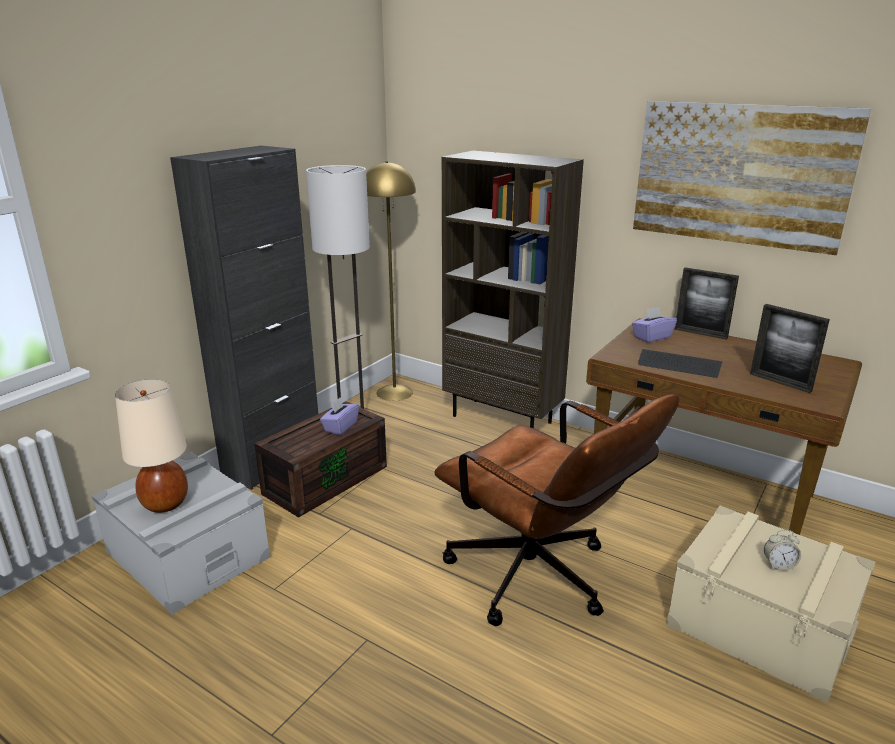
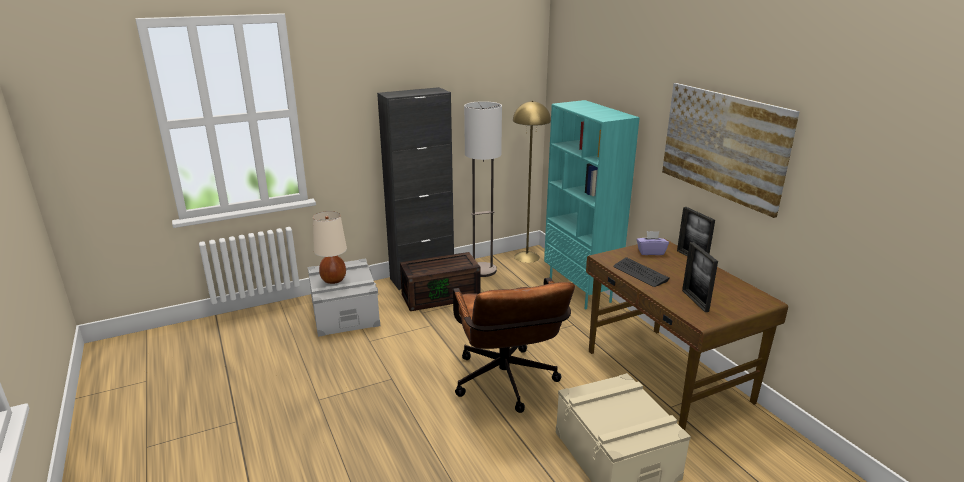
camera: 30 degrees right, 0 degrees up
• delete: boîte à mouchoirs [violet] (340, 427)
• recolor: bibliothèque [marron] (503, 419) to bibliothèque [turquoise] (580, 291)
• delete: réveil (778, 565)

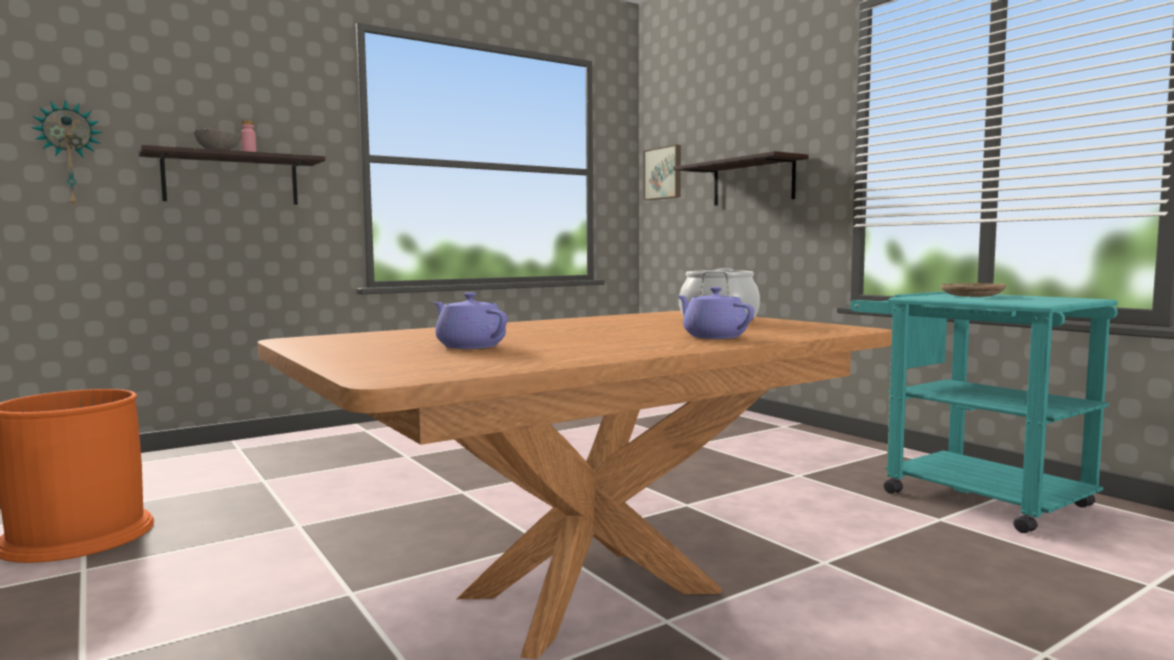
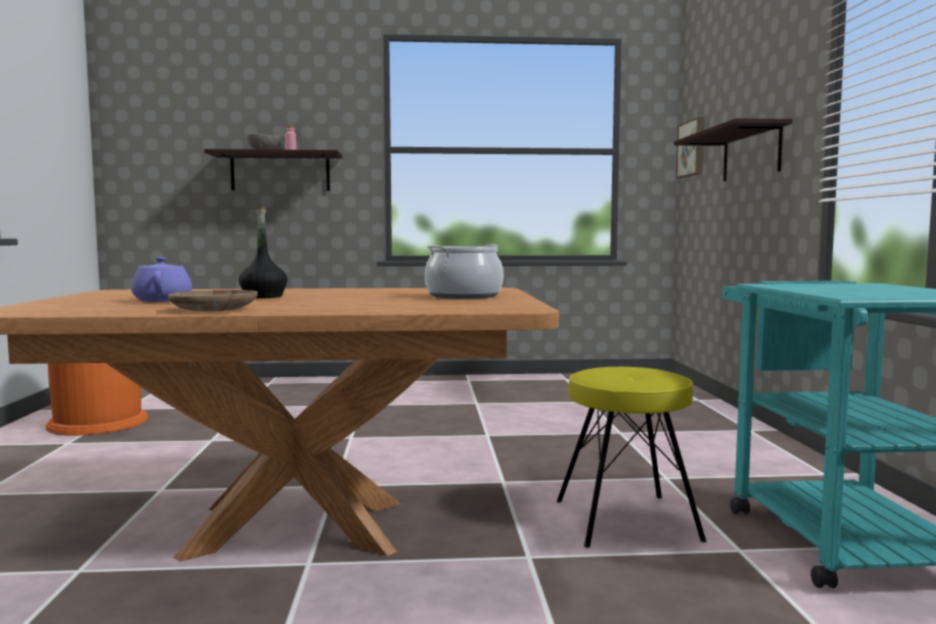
camera: 30 degrees right, 0 degrees up
• delete: horloge murale (69, 154)
• delete: théière [violet] (713, 337)
• move: assiette [beige] (972, 296) to (213, 310)
• insert: bouteille [noir] (264, 296)
• insert: tabouret [jaune] (627, 520)

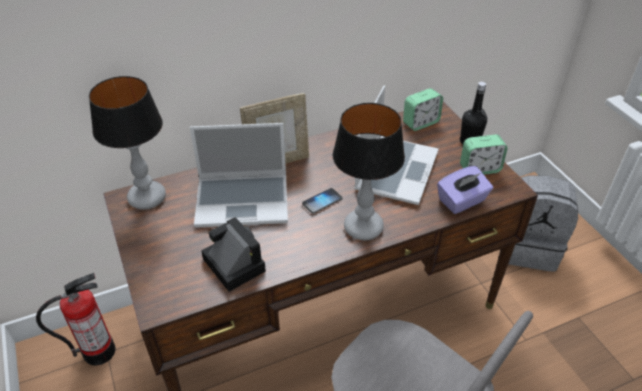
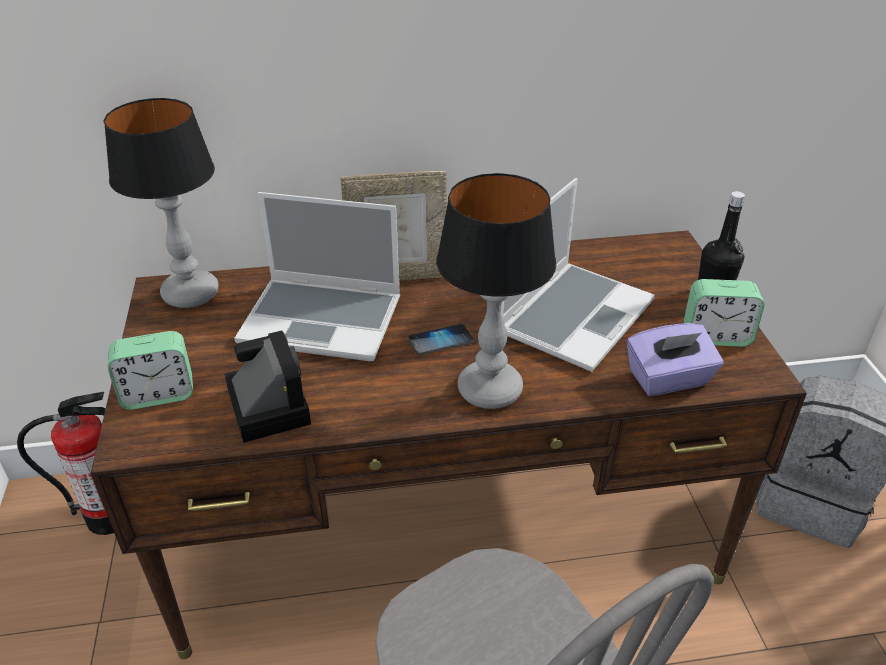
camera: 15 degrees right, 5 degrees down
• move: réveil (420, 123) to (158, 394)

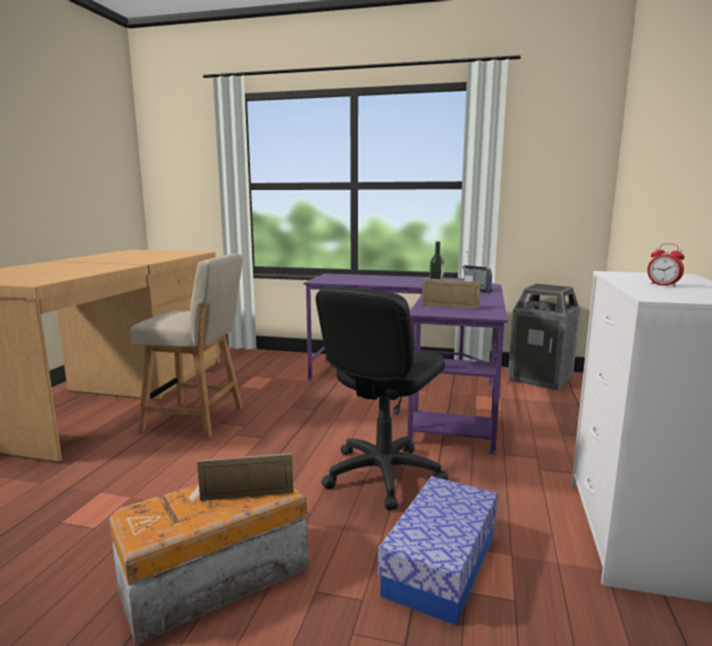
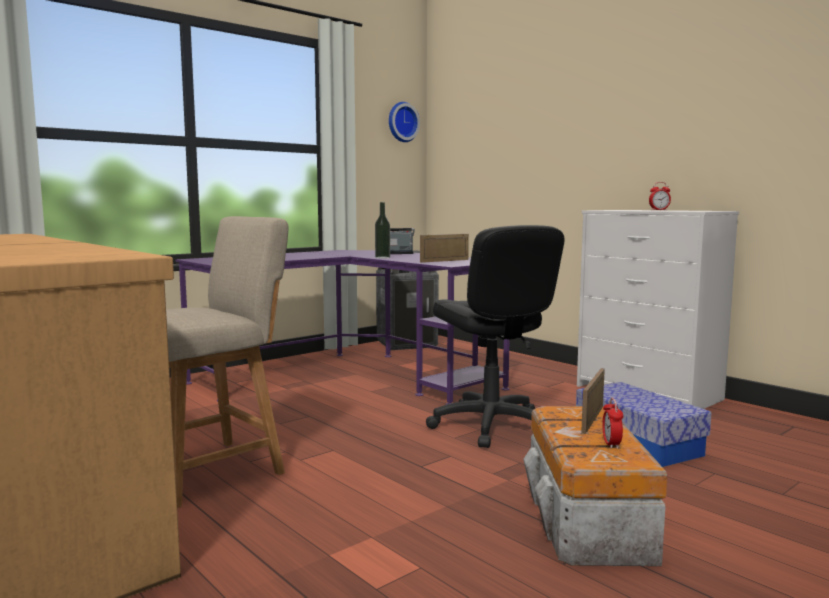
camera: 55 degrees left, 5 degrees down
• insert: horloge murale (401, 122)
• insert: réveil (611, 444)

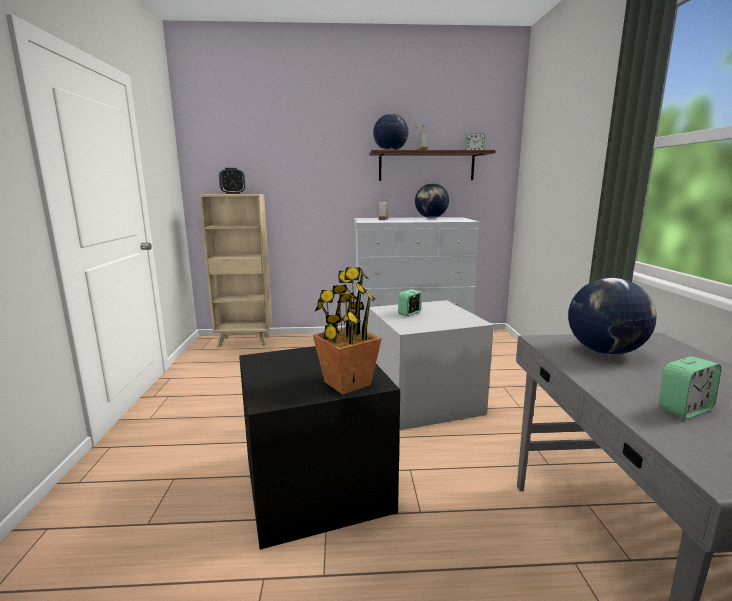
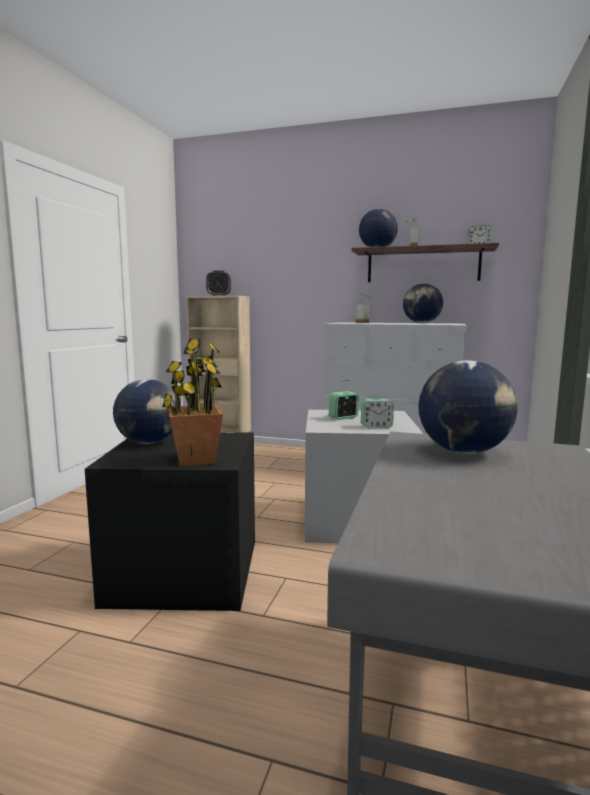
camera: 20 degrees right, 5 degrees down
• move: réveil (684, 409) to (376, 426)
• insert: globe (149, 443)

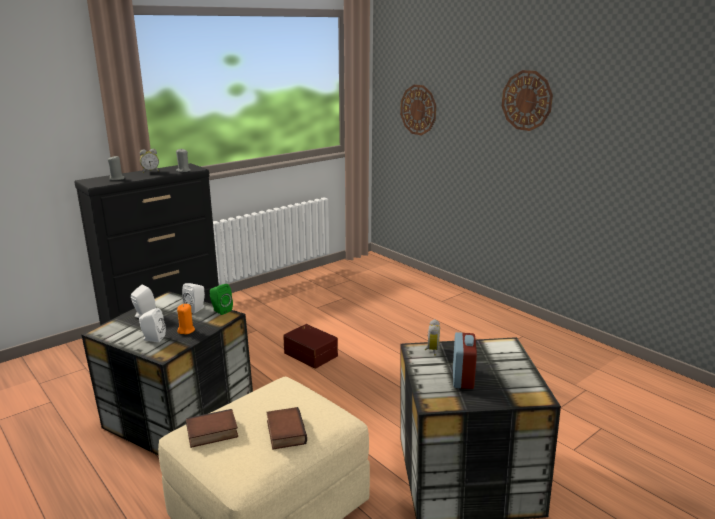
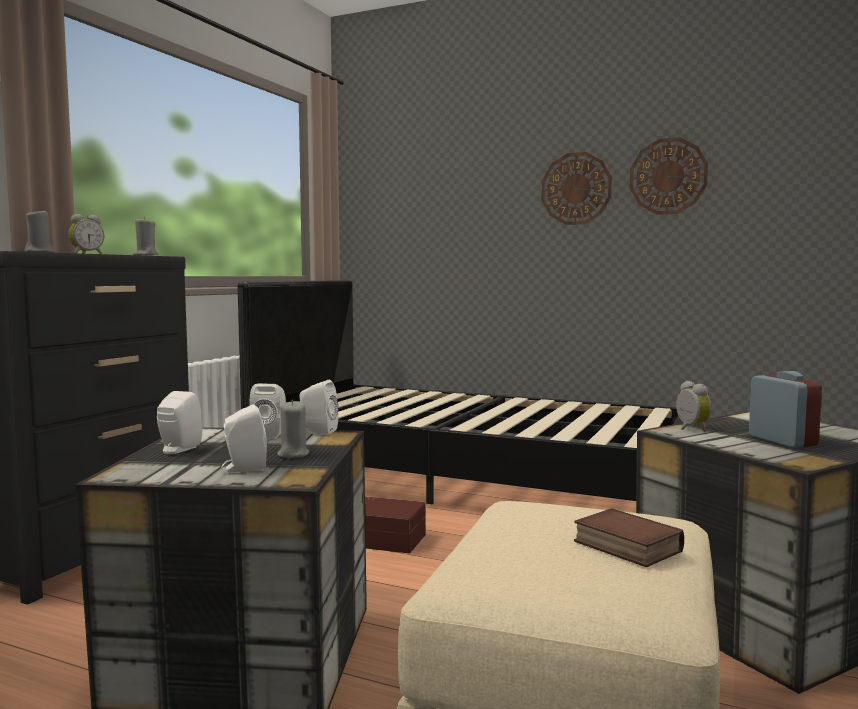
camera: 25 degrees left, 15 degrees down
• recolor: bougie [orange] (186, 330) to bougie [gris] (293, 454)
• delete: livre (211, 433)
• recolor: enceinte [vert] (220, 310) to enceinte [blanc] (317, 432)
• move: horloge murale (418, 110) to (668, 176)
• insert: lit [noir] (468, 480)

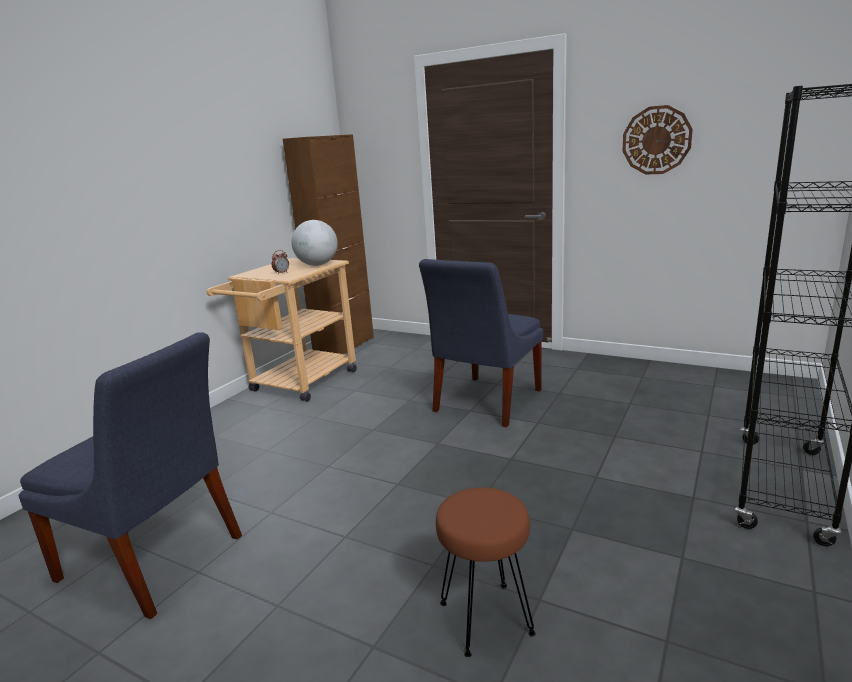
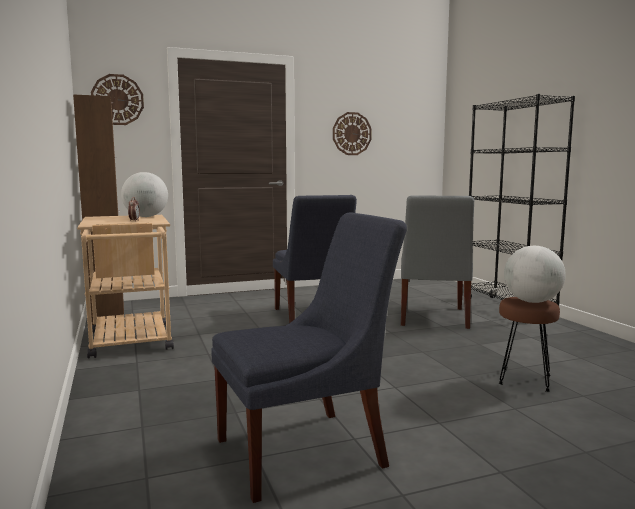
camera: 50 degrees left, 10 degrees down
• insert: horloge murale (117, 99)
• insert: chaise [gris] (432, 318)
• insert: globe (532, 301)

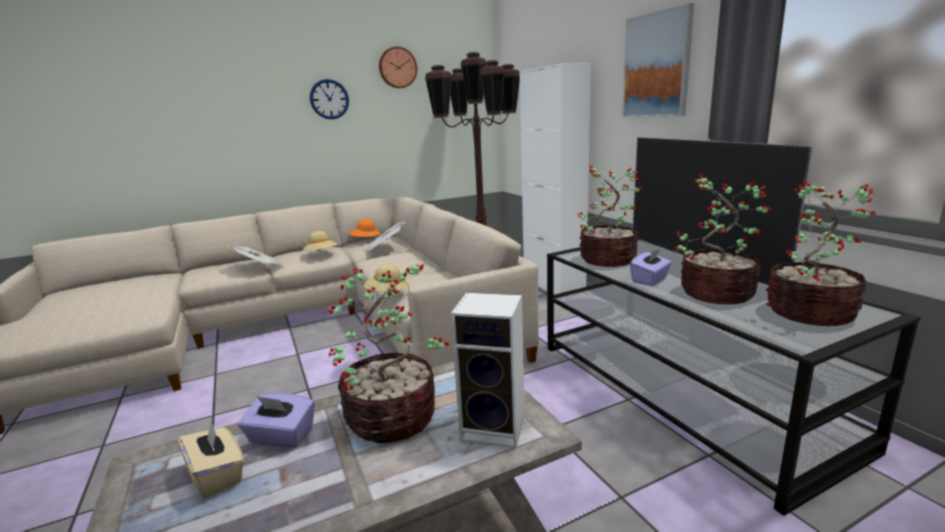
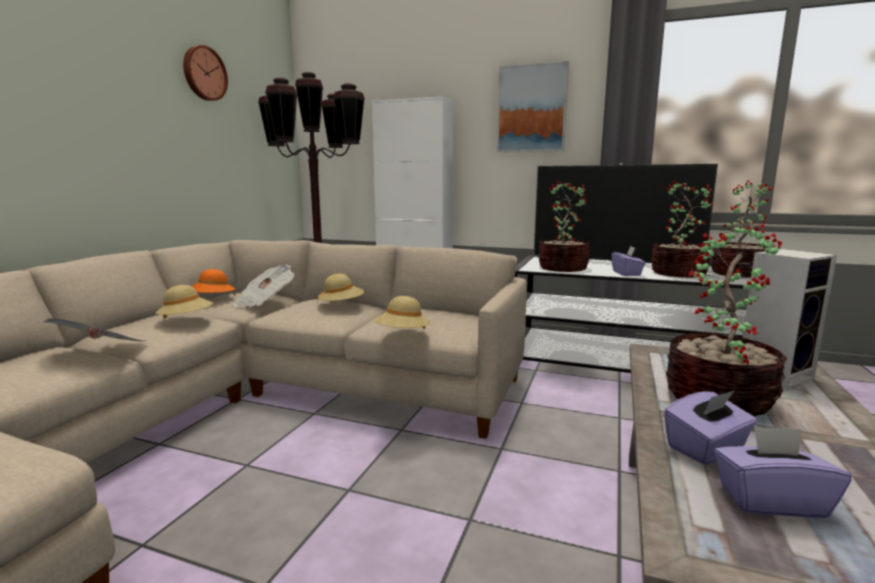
camera: 45 degrees left, 5 degrees down
• recolor: boîte à mouchoirs [beige] (217, 475) to boîte à mouchoirs [violet] (770, 500)
• delete: horloge murale (329, 99)
• insert: chapeau [beige] (341, 305)

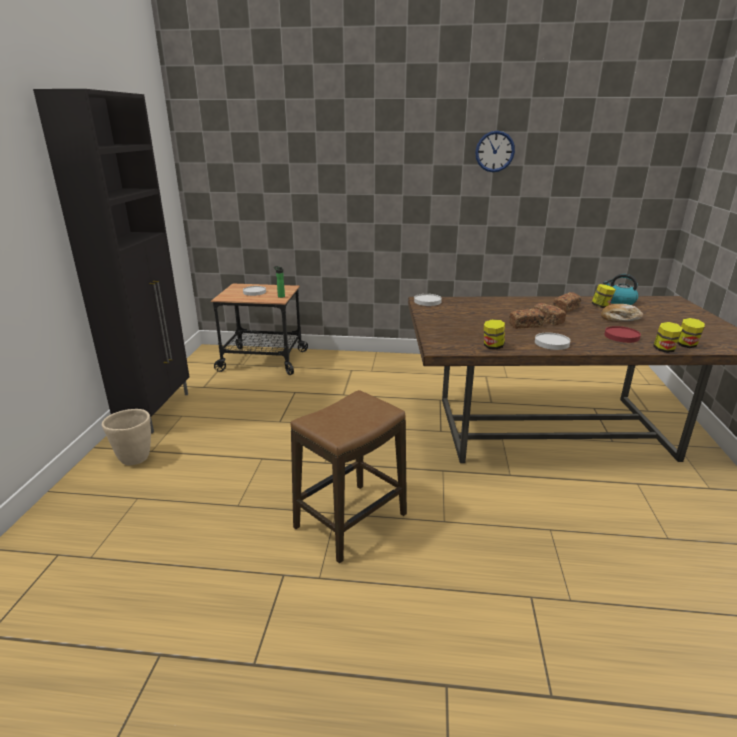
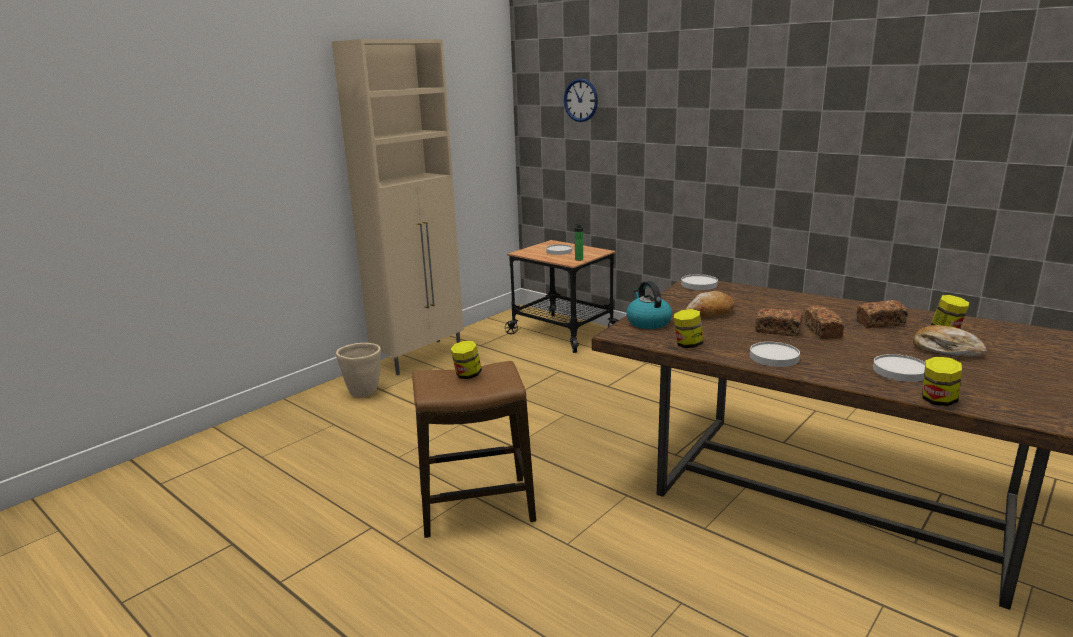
camera: 35 degrees right, 5 degrees down
• recolor: meuble de rangement [noir] (157, 411) to meuble de rangement [beige] (420, 357)
• move: horloge murale (494, 151) to (581, 100)
• move: bouilloire (619, 302) to (648, 322)
• recolor: assiette [rouge] (621, 336) to assiette [blanc] (900, 371)
• move: bocal (686, 345) to (467, 375)
• insert: pain (710, 313)

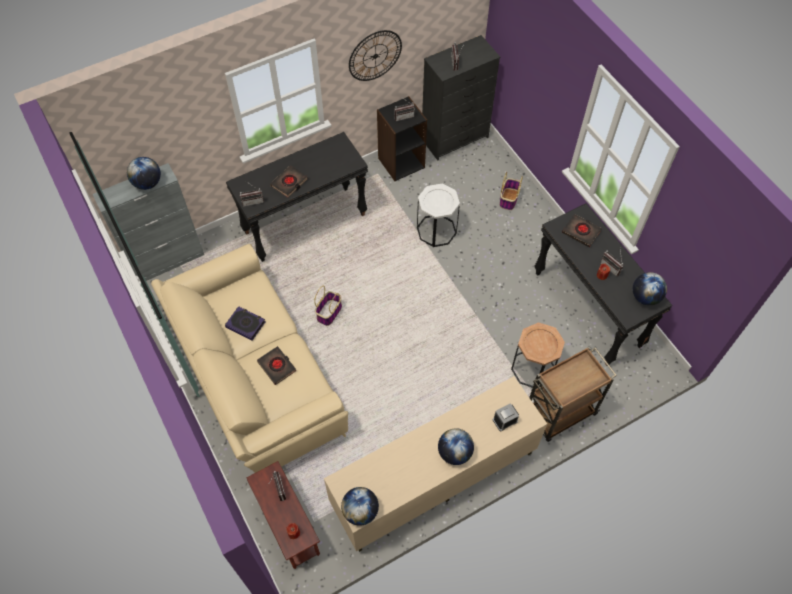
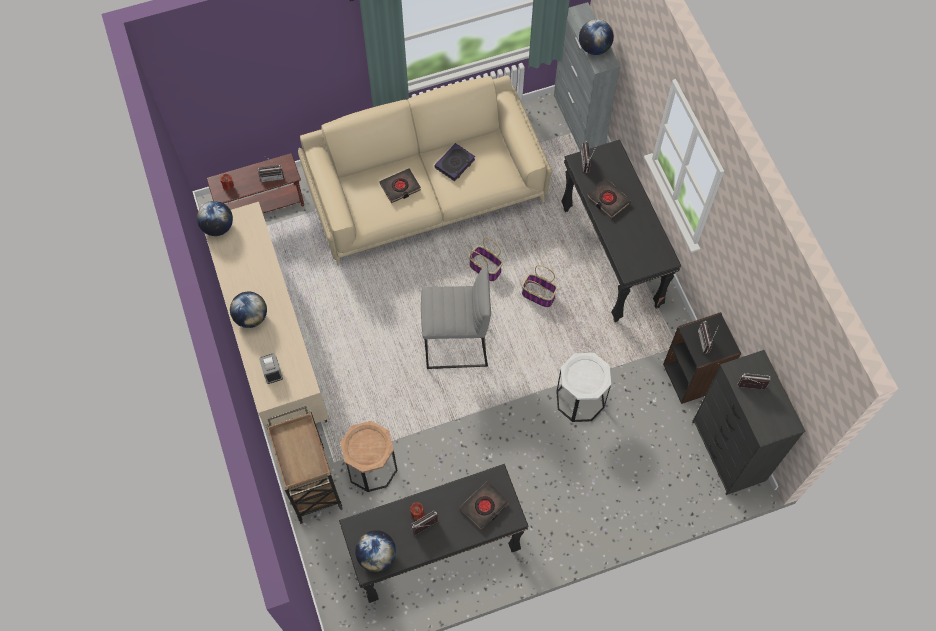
camera: 100 degrees right, 5 degrees up
• delete: horloge murale (375, 56)
• move: panier (509, 199) to (539, 295)
• insert: tabouret [gris] (456, 346)

